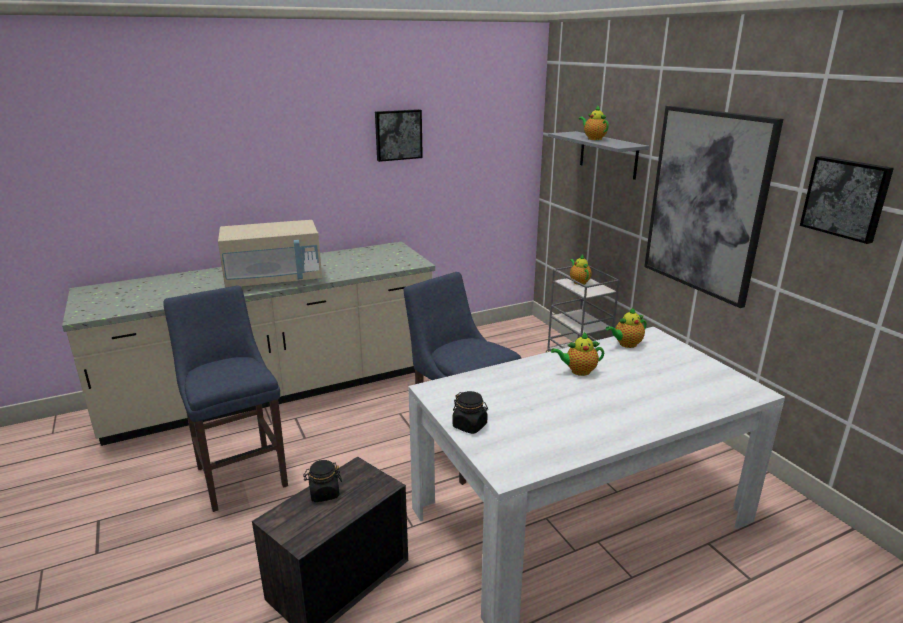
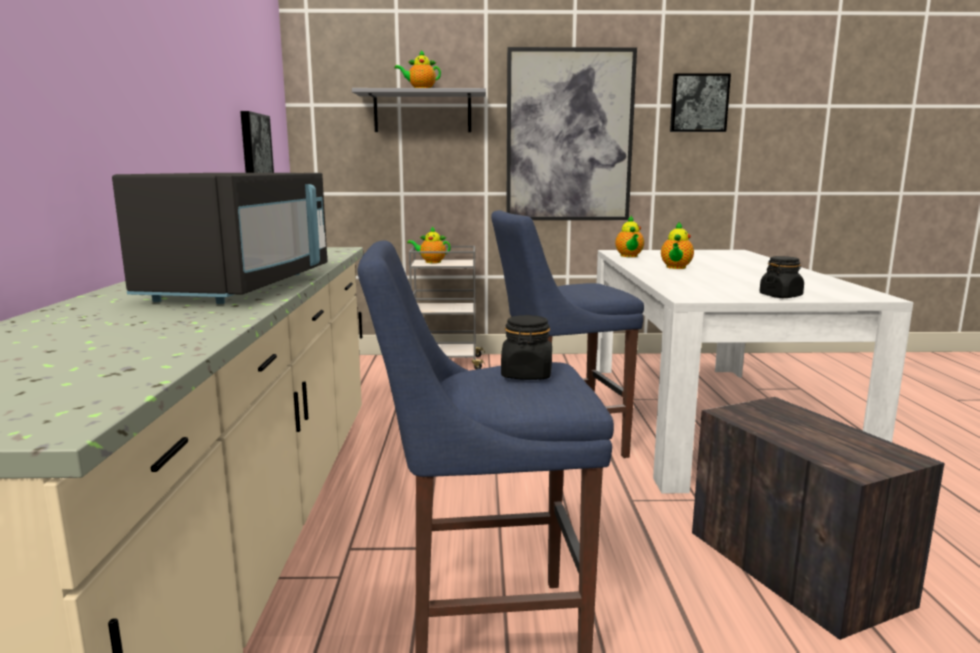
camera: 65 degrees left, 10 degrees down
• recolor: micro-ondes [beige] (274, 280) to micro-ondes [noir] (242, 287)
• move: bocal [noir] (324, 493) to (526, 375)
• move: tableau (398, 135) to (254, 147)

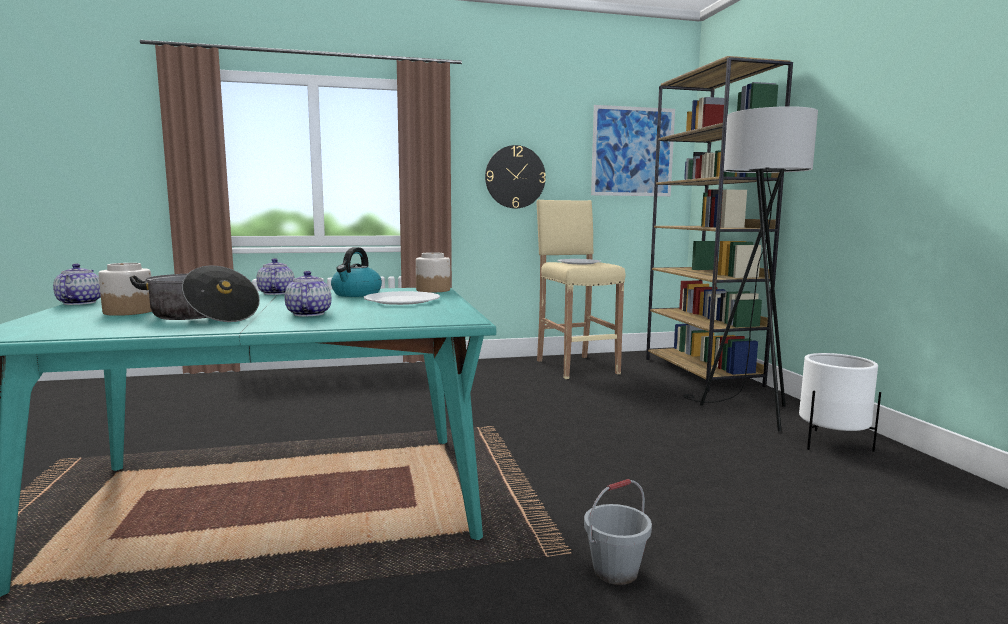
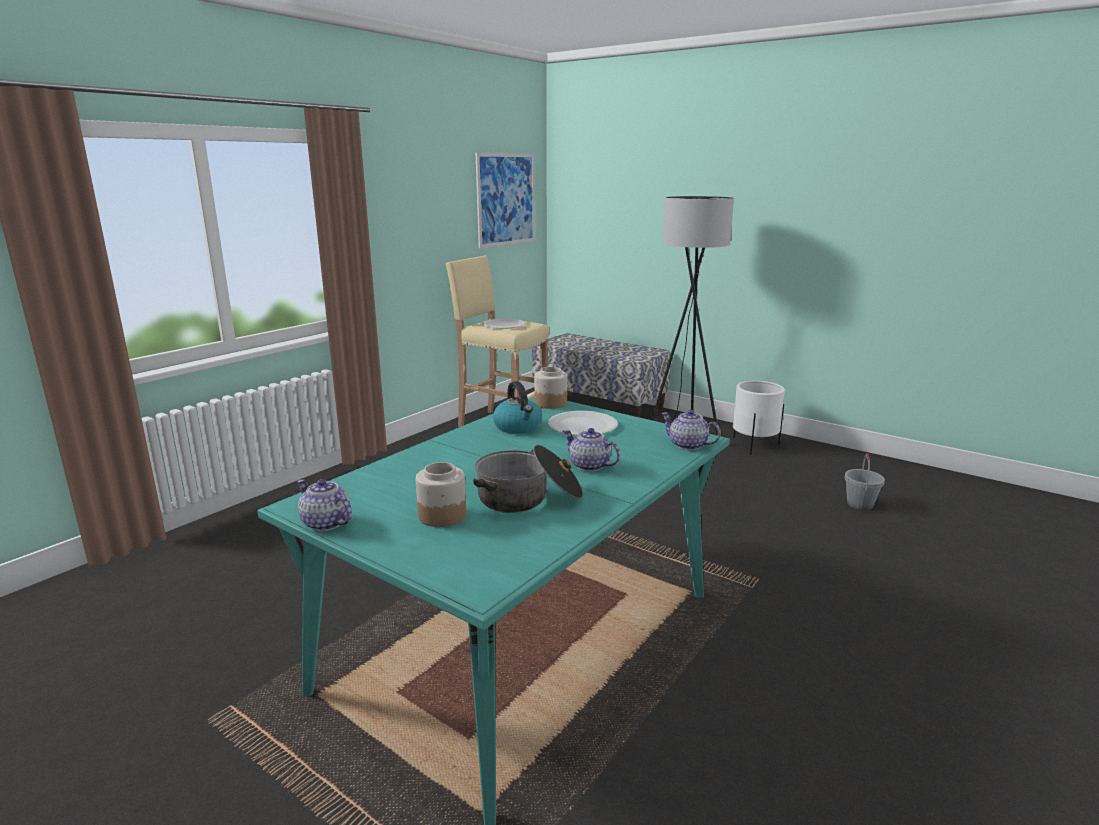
camera: 40 degrees left, 10 degrees up
• move: théière (275, 293) to (688, 445)
• delete: horloge murale (515, 177)
• move: seau [gris] (615, 571) to (860, 504)
• replace: bibliothèque [marron] (702, 372) to banc (599, 404)

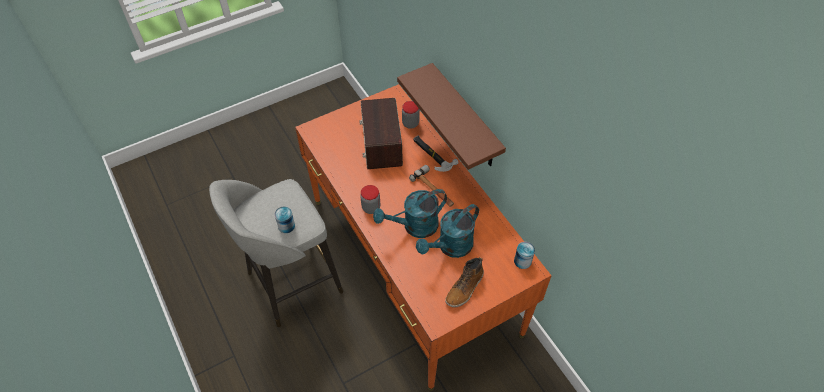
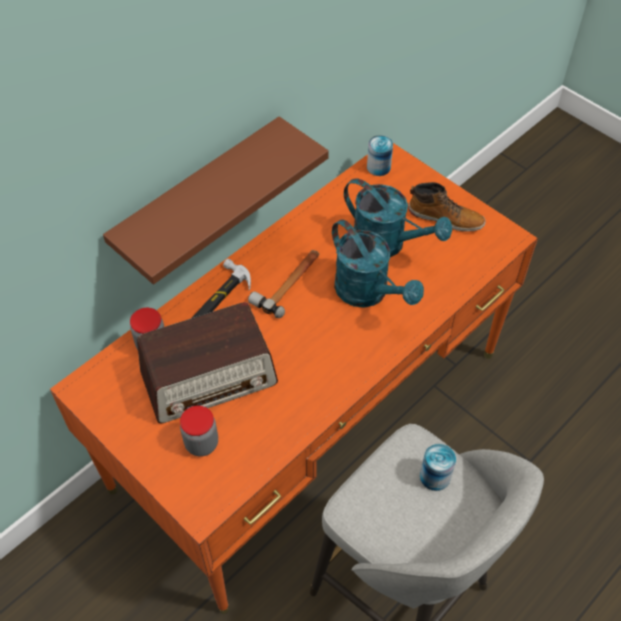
camera: 105 degrees left, 0 degrees up
• move: bocal (371, 207) to (202, 443)

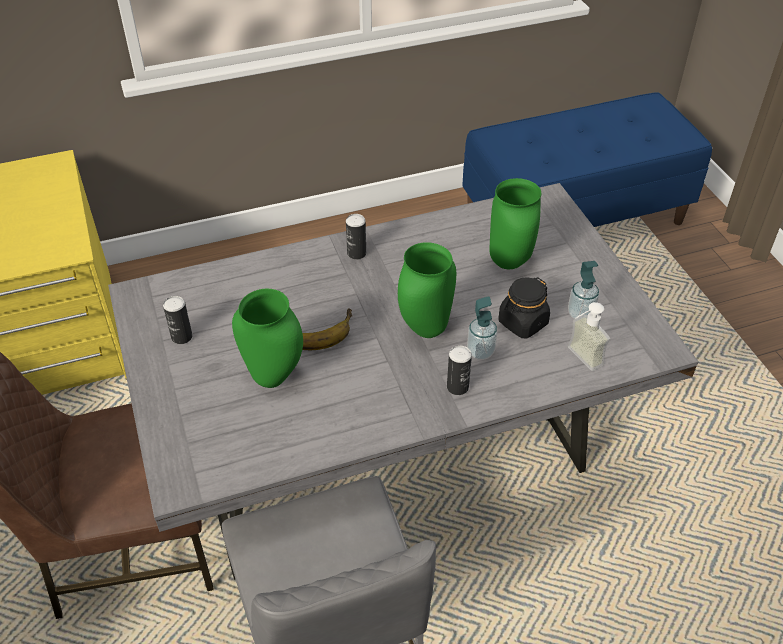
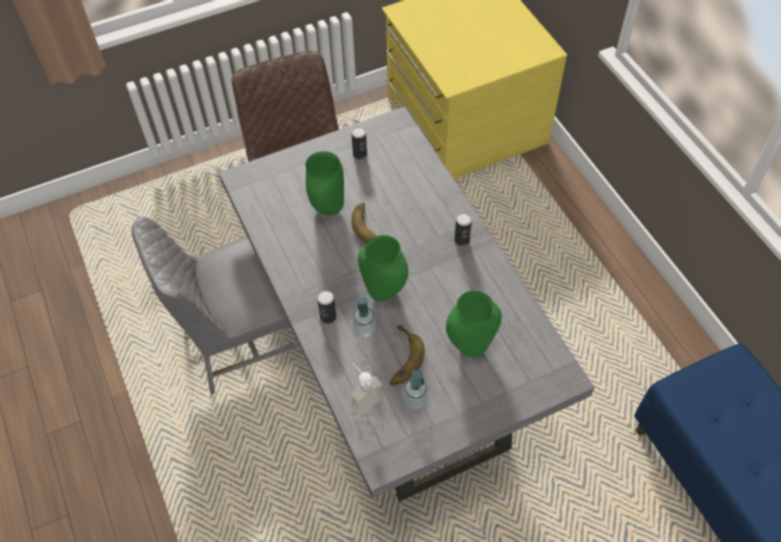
camera: 85 degrees right, 10 degrees up
• replace: bocal [noir] (522, 323) to banane (399, 358)

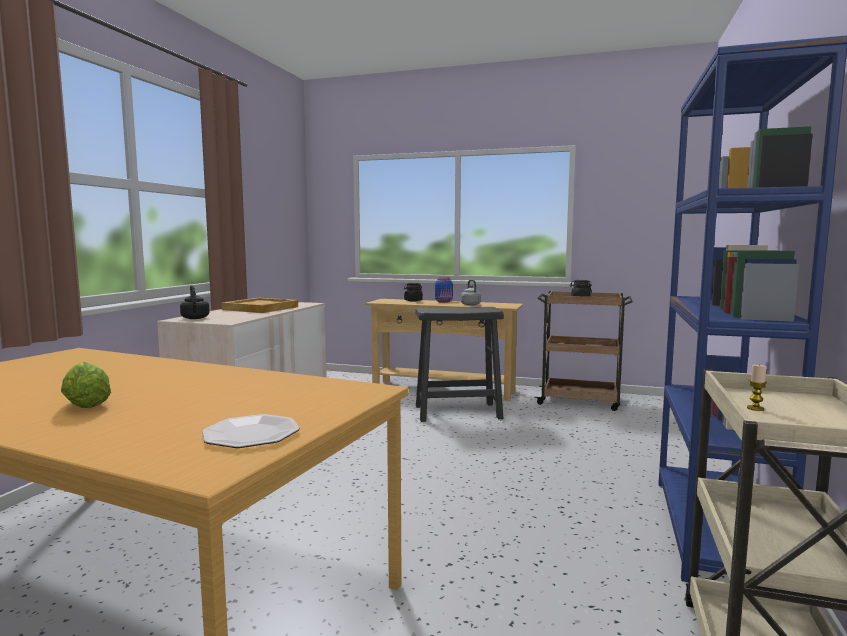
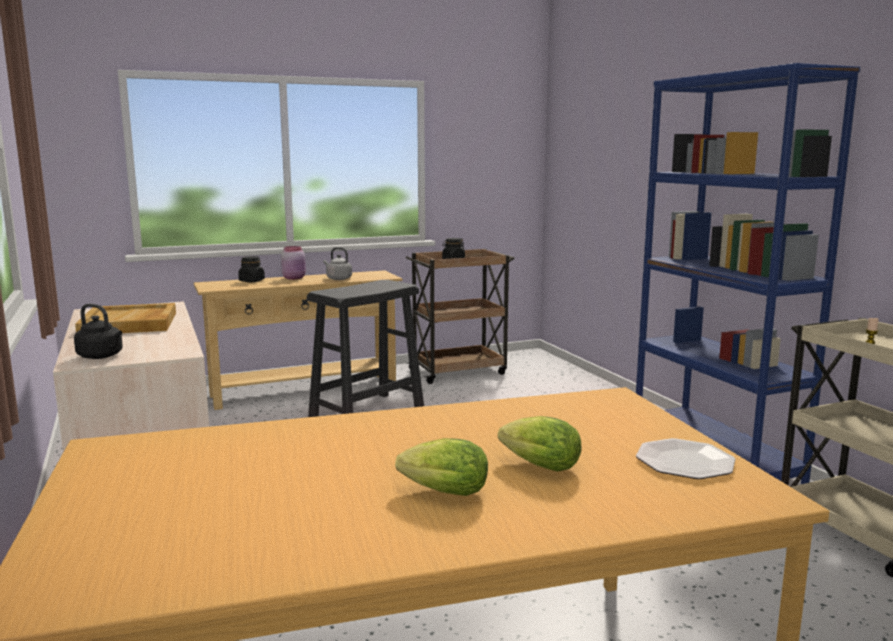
camera: 40 degrees left, 5 degrees up
• recolor: bocal [bleu] (444, 302) to bocal [rose] (294, 278)
• insert: laitue (536, 466)

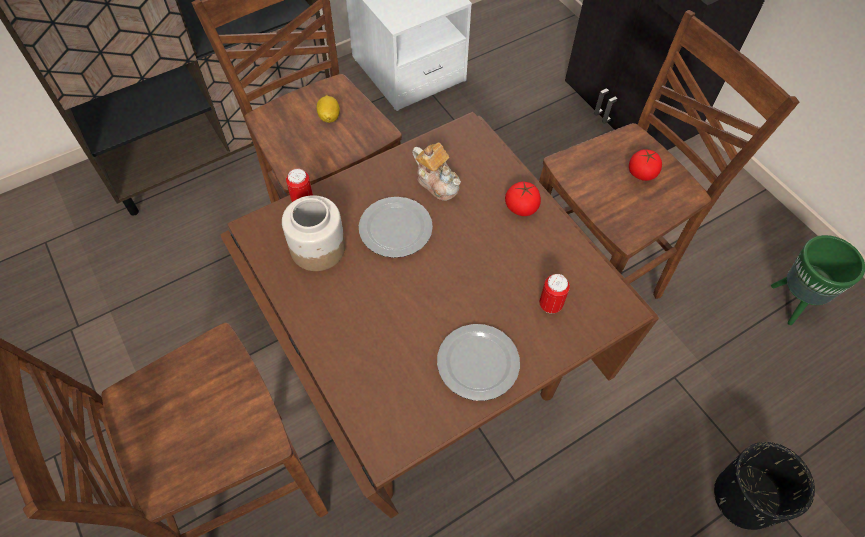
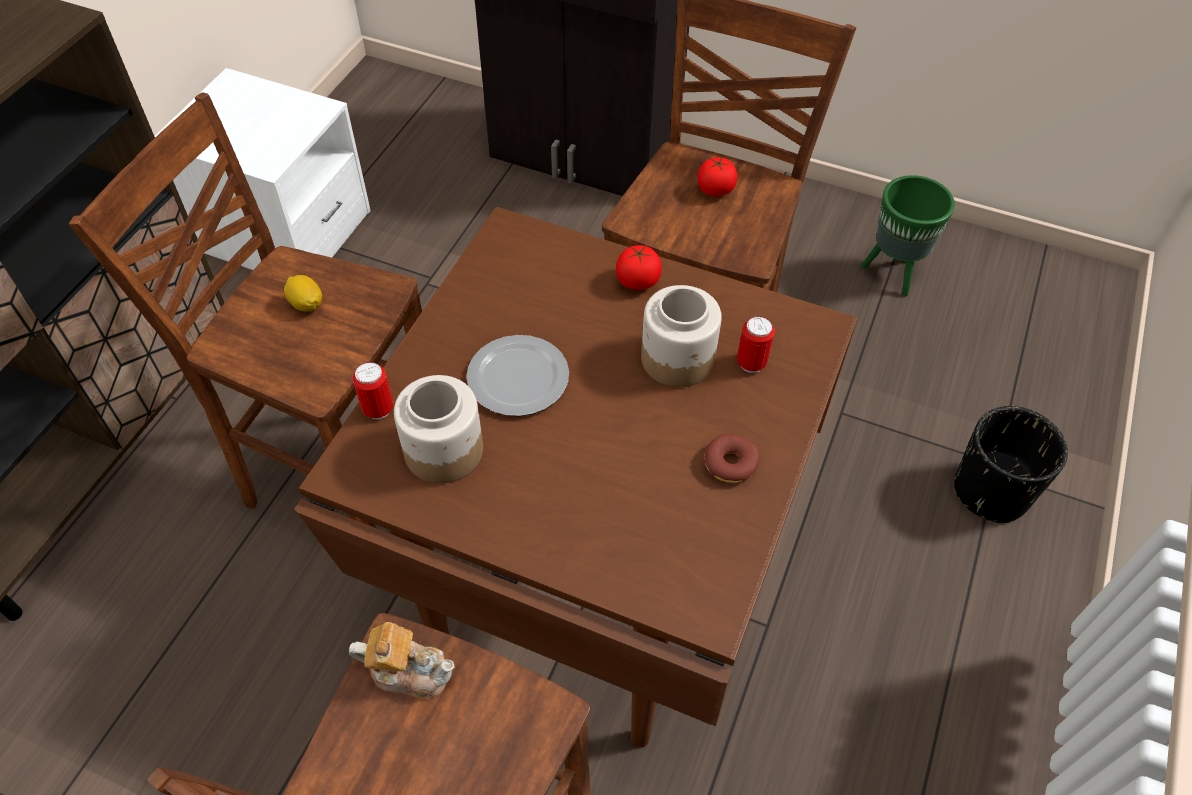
camera: 35 degrees left, 5 degrees down
• move: théière (437, 182) to (409, 671)
• replace: assiette (479, 362) to beignet (730, 464)
• insert: bocal (678, 359)

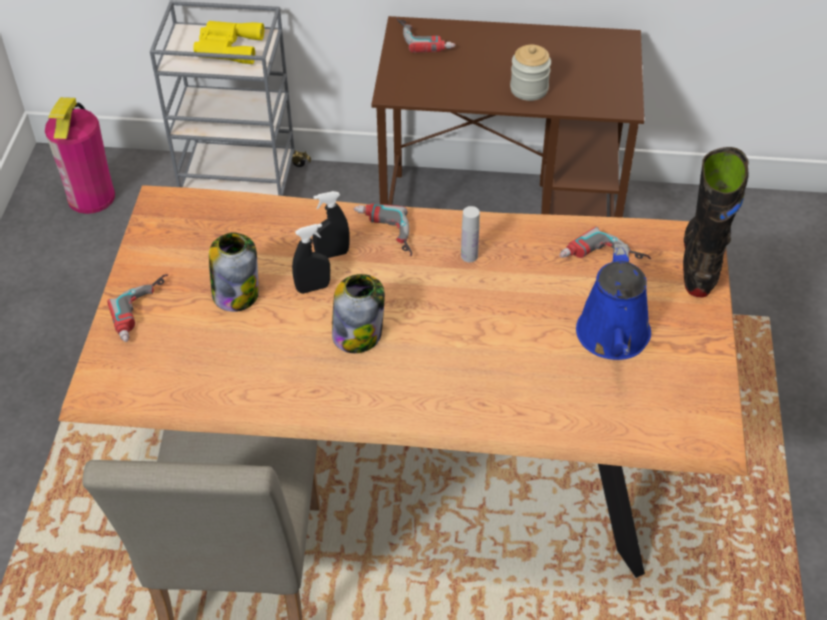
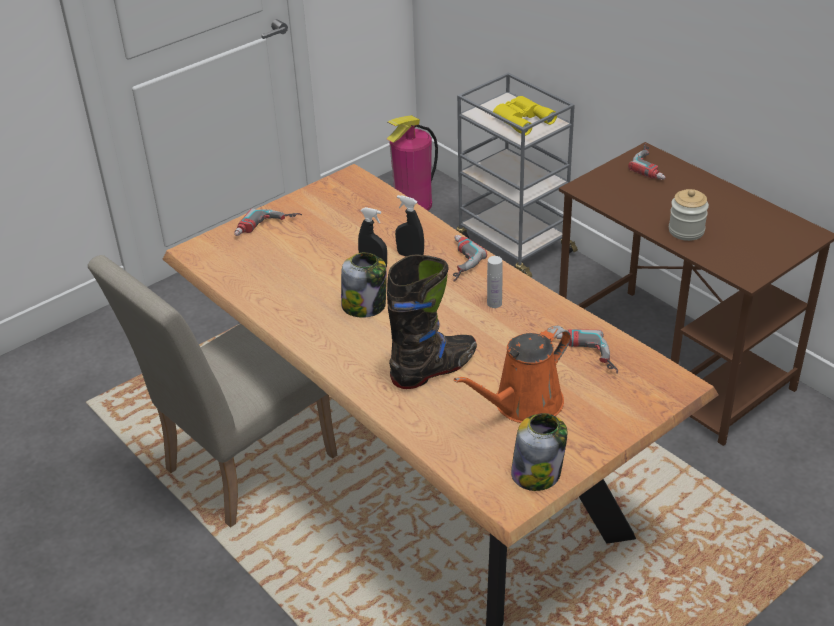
camera: 45 degrees right, 10 degrees down
• move: bocal (236, 293) to (537, 473)
• recolor: arrosoir [bleu] (613, 338) to arrosoir [orange] (523, 404)
• move: botte [noir] (700, 263) to (434, 369)

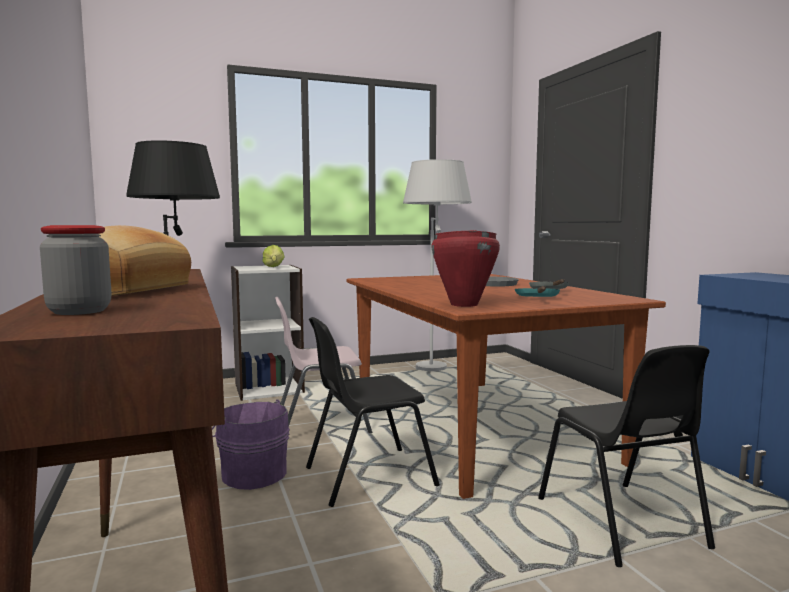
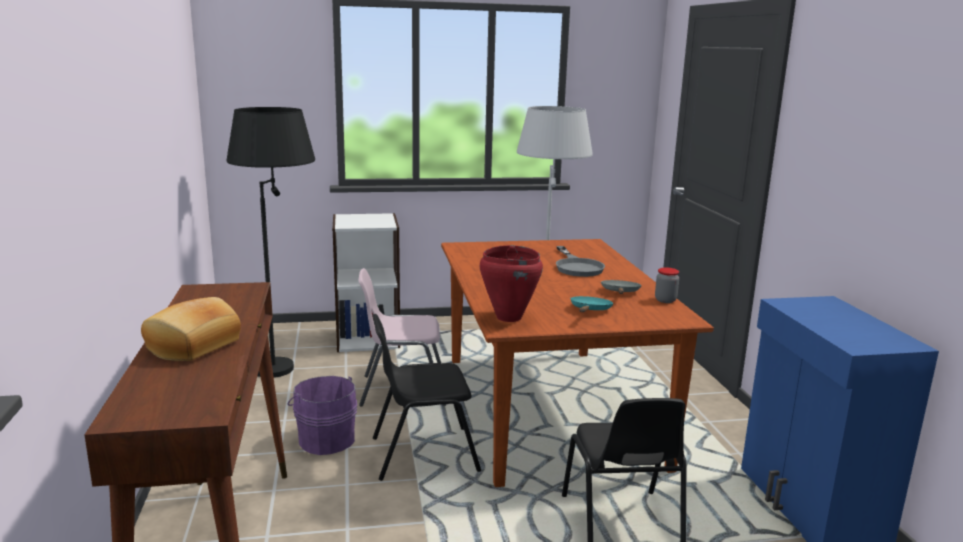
camera: 10 degrees right, 10 degrees up
• move: bocal (79, 311) to (665, 300)
• delete: laitue (273, 268)

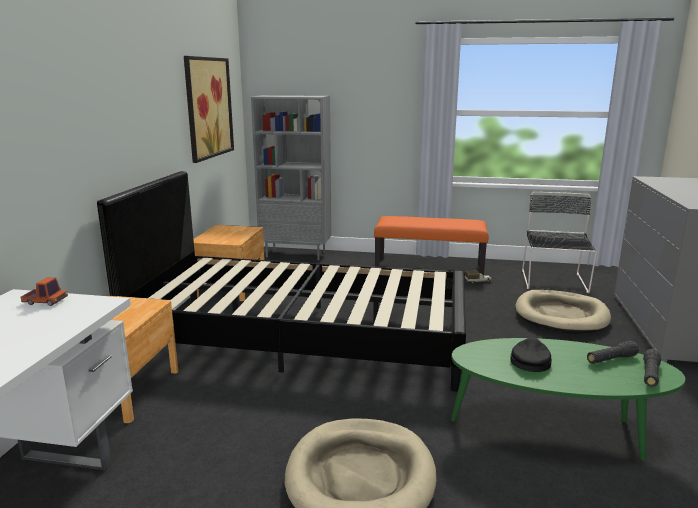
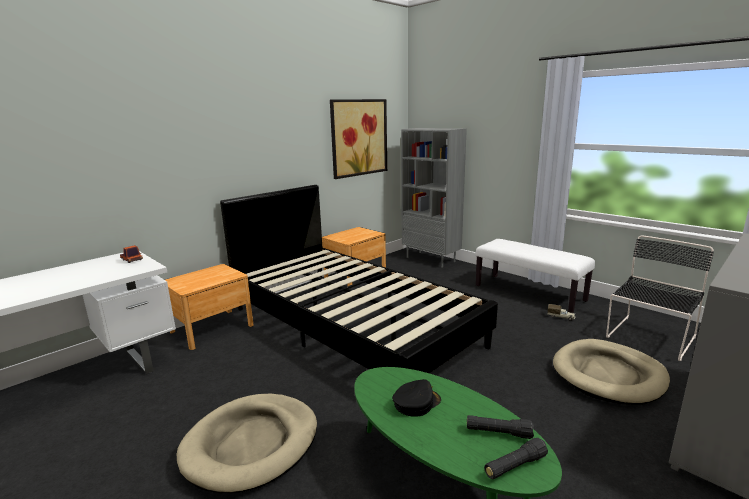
camera: 35 degrees right, 0 degrees up
• recolor: banc [orange] (429, 267) to banc [blanc] (529, 293)

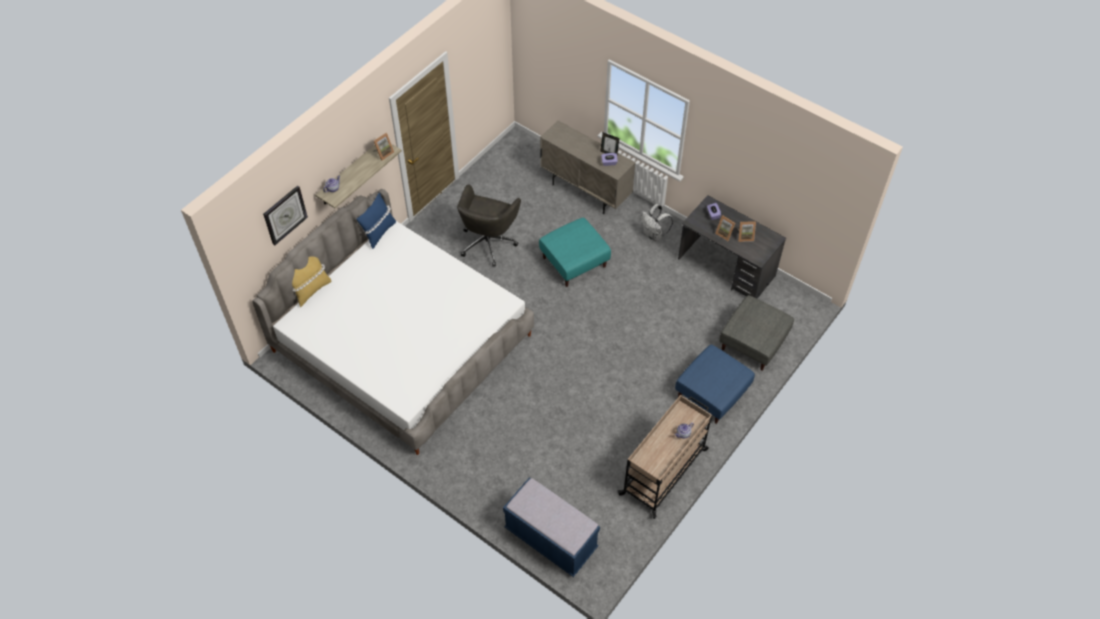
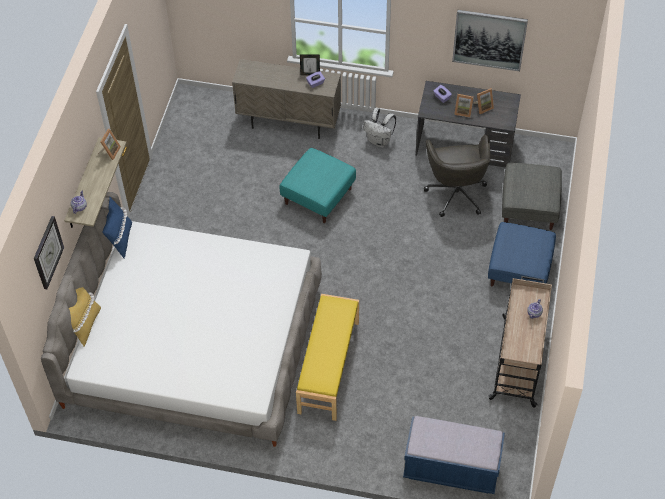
camera: 25 degrees left, 0 degrees up
• move: chaise de bureau [gris] (488, 242) to (456, 193)
• insert: banc [jaune] (328, 367)
• insert: tableau (489, 39)

